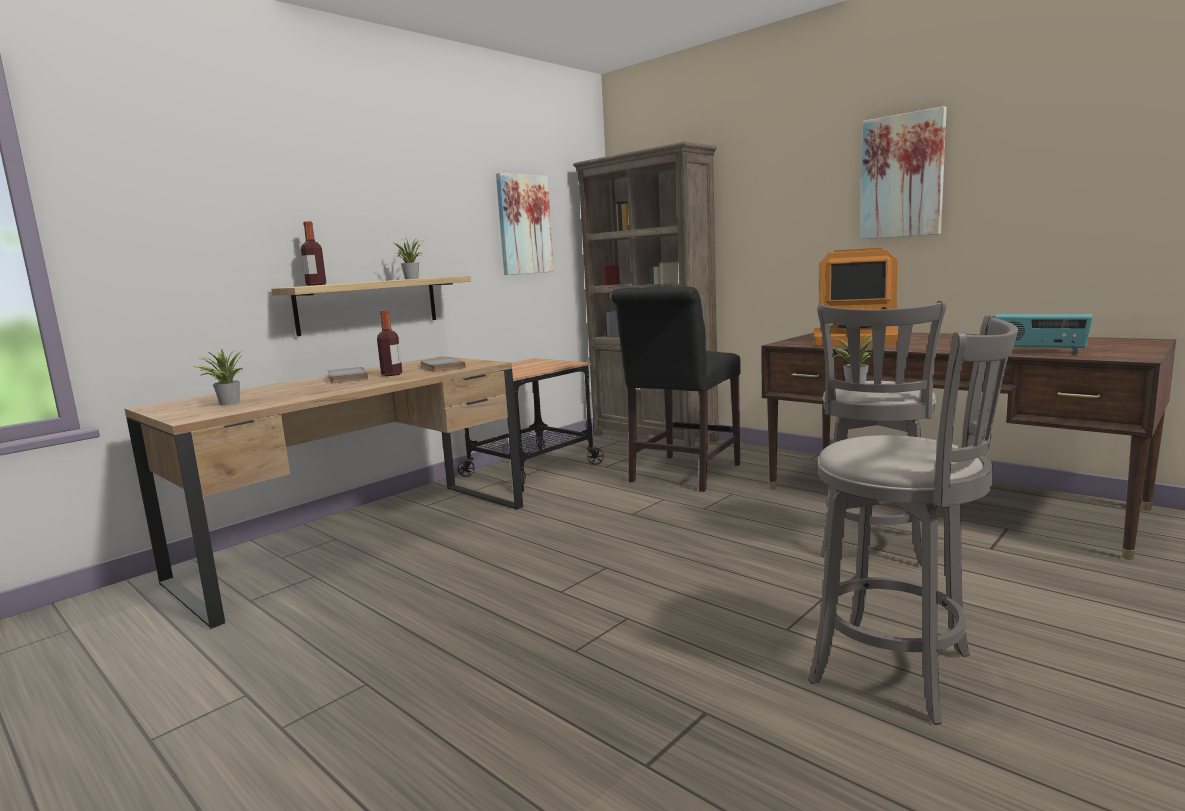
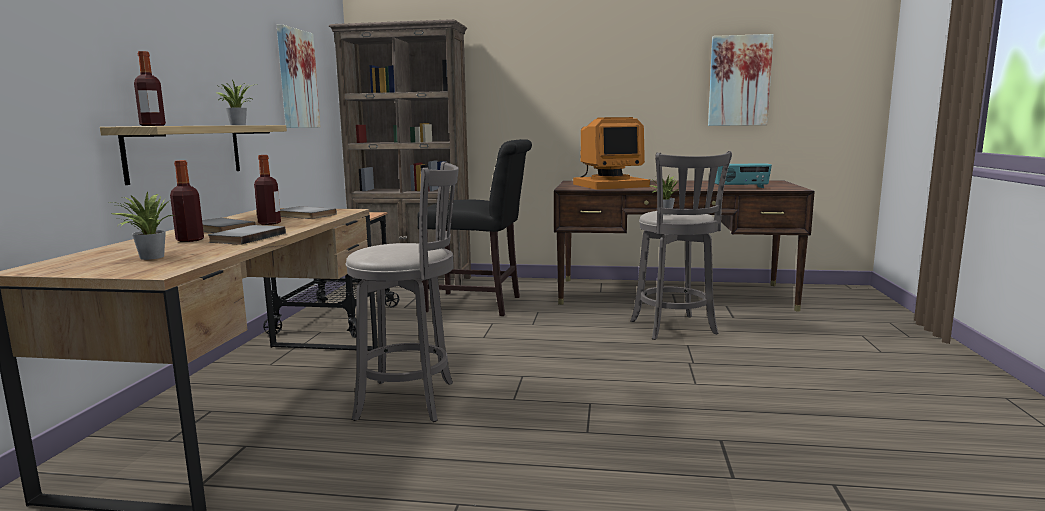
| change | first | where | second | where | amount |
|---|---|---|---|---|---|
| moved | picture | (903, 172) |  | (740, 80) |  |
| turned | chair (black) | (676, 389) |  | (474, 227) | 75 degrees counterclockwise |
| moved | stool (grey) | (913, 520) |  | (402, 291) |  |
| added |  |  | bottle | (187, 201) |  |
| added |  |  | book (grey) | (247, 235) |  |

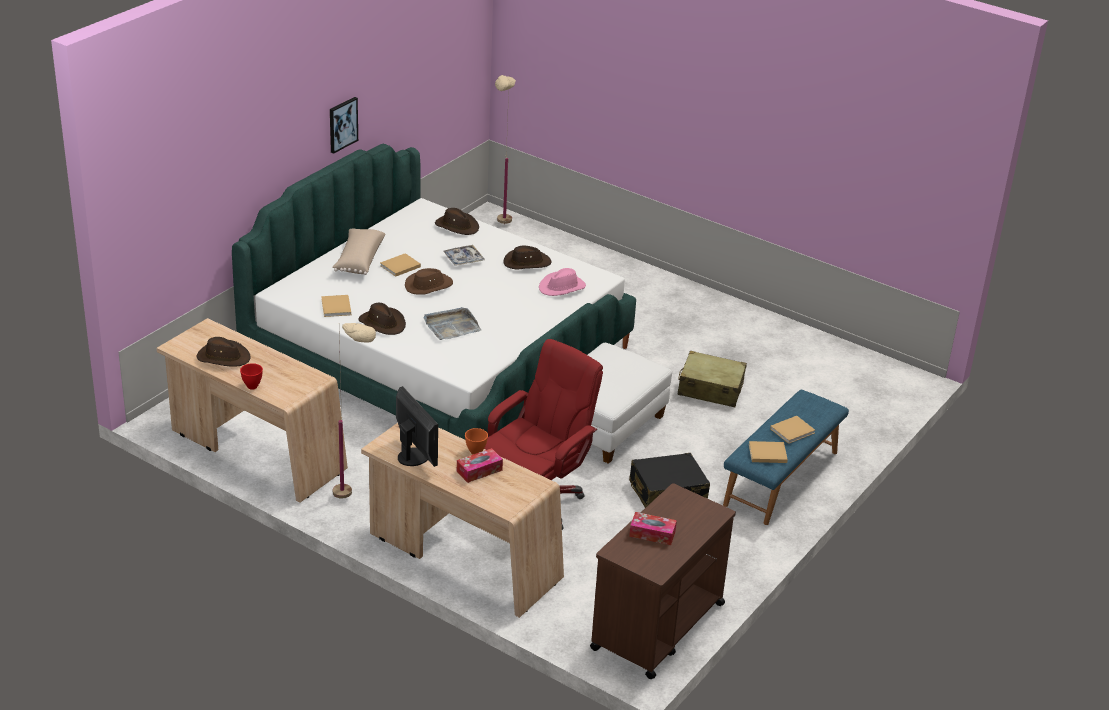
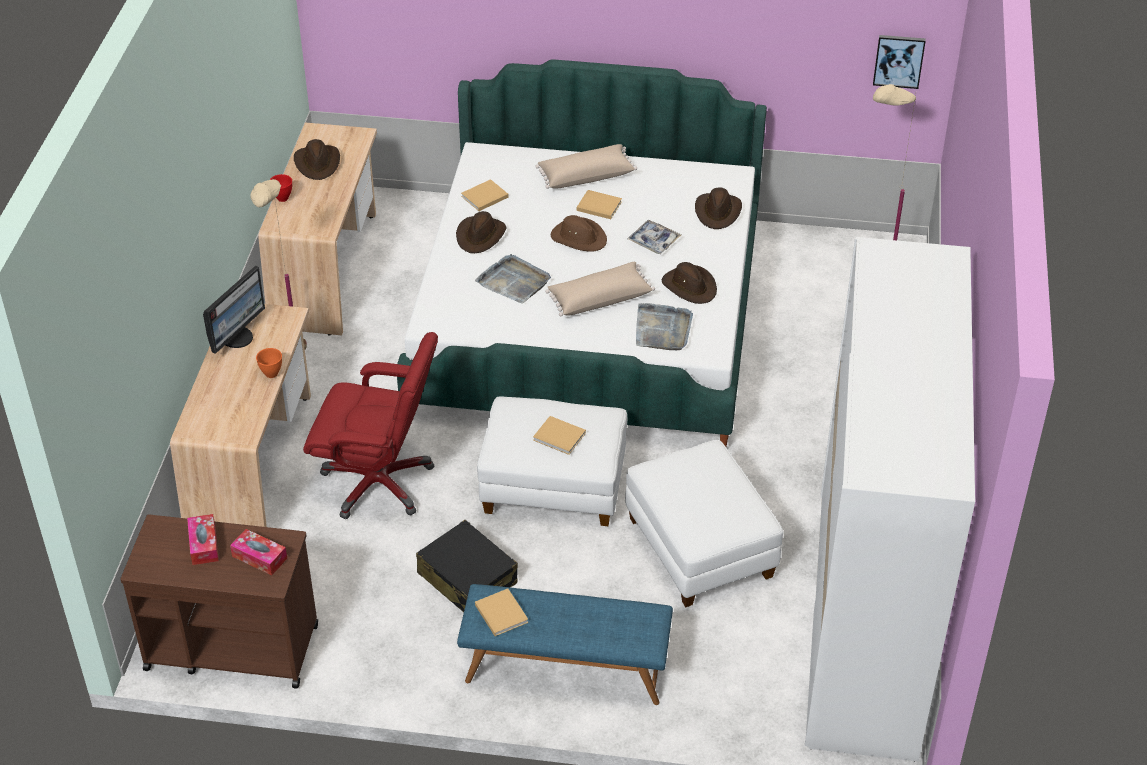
| change | first | where | second | where | amount |
|---|---|---|---|---|---|
| moved | picture | (344, 125) |  | (899, 62) |  |
| replaced | hat (pink) | (562, 282) | tray (grey) | (664, 326) |  |
| replaced | suitcase (beige) | (712, 378) | ottoman (white) | (704, 523) |  |
| moved | book (beige) | (792, 430) |  | (559, 435) |  |
| moved | tissue box | (480, 465) |  | (258, 552) |  |
| added |  |  | wardrobe (white) | (890, 499) |  |
| added |  |  | pillow (beige) | (600, 289) |  |

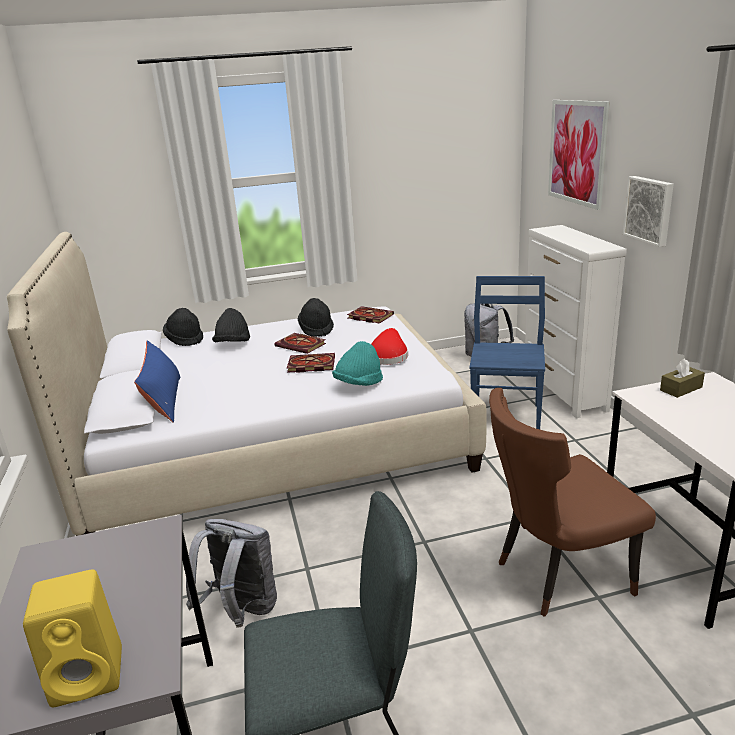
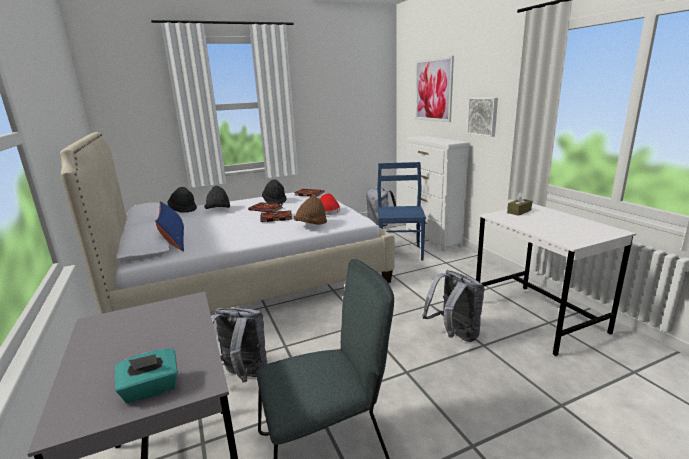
| change | first | where | second | where | amount |
|---|---|---|---|---|---|
| recoloured | hat (turquoise) | (357, 363) | hat (brown) | (310, 210) |  |
| replaced | chair (brown) | (572, 502) | backpack (grey) | (453, 306) |  |
| replaced | speaker (yellow) | (72, 638) | tissue box (turquoise) | (146, 376) |  |

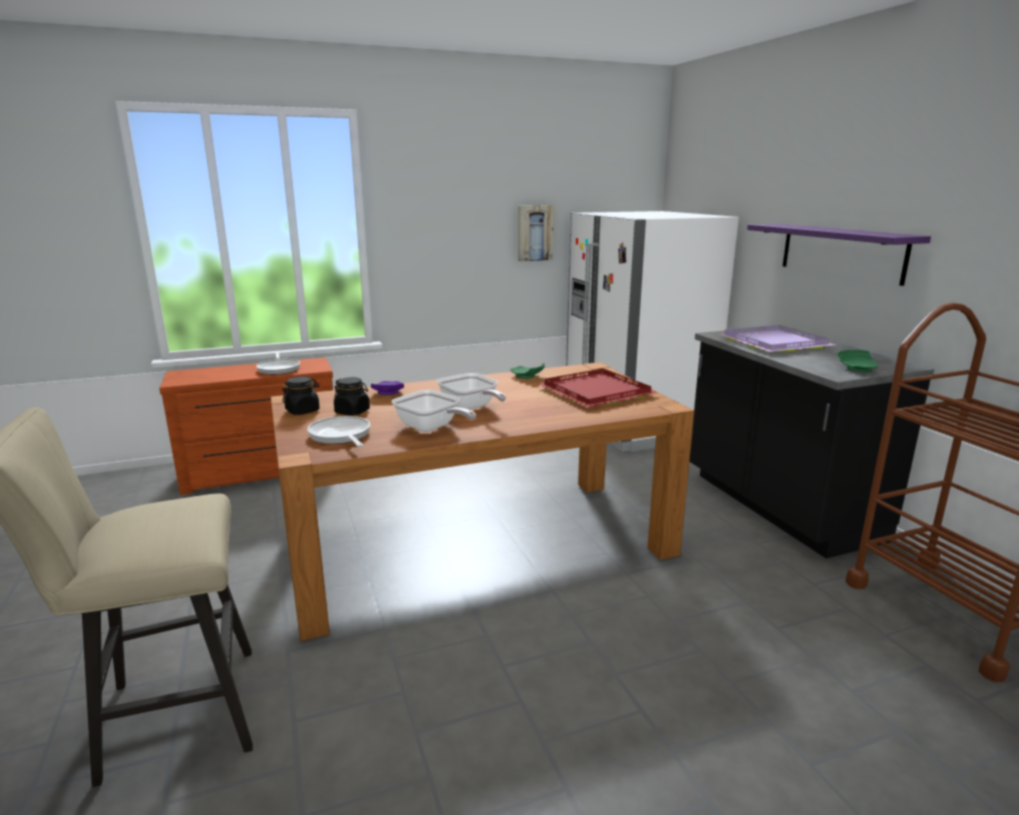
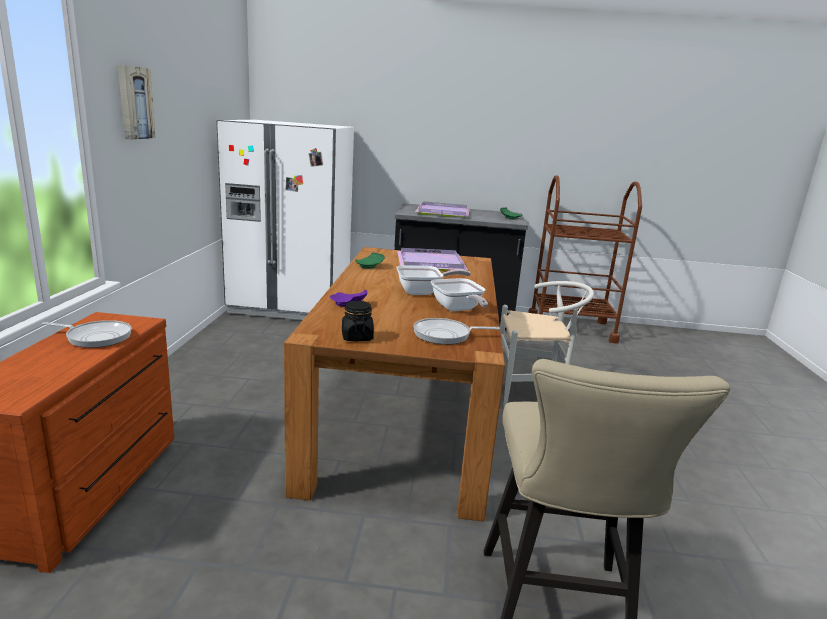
| change | first | where | second | where | amount |
|---|---|---|---|---|---|
| moved | picture | (536, 233) |  | (137, 102) |  |
| removed | shelf (purple) | (839, 255) |  |  |  |
| recoloured | tray (red) | (598, 388) | tray (purple) | (432, 259) |  |
| removed | jar (black) | (352, 396) |  |  |  |
| turned | frying pan | (434, 411) |  | (459, 294) | 90 degrees clockwise |
| added |  |  | chair (white) | (547, 344) |  |

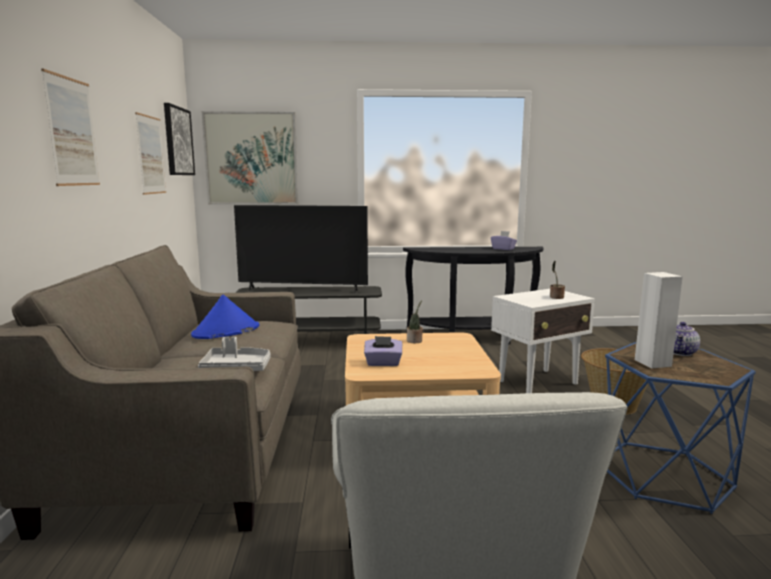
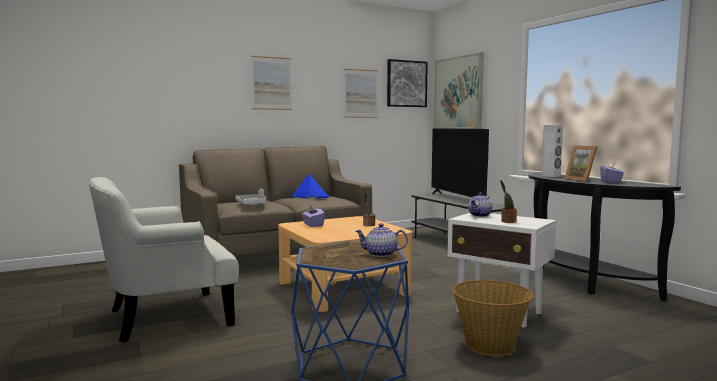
| change | first | where | second | where | amount |
|---|---|---|---|---|---|
| moved | speaker (white) | (659, 320) |  | (552, 151) |  |
| added |  |  | picture frame | (580, 163) |  |
| added |  |  | teapot | (480, 205) |  |

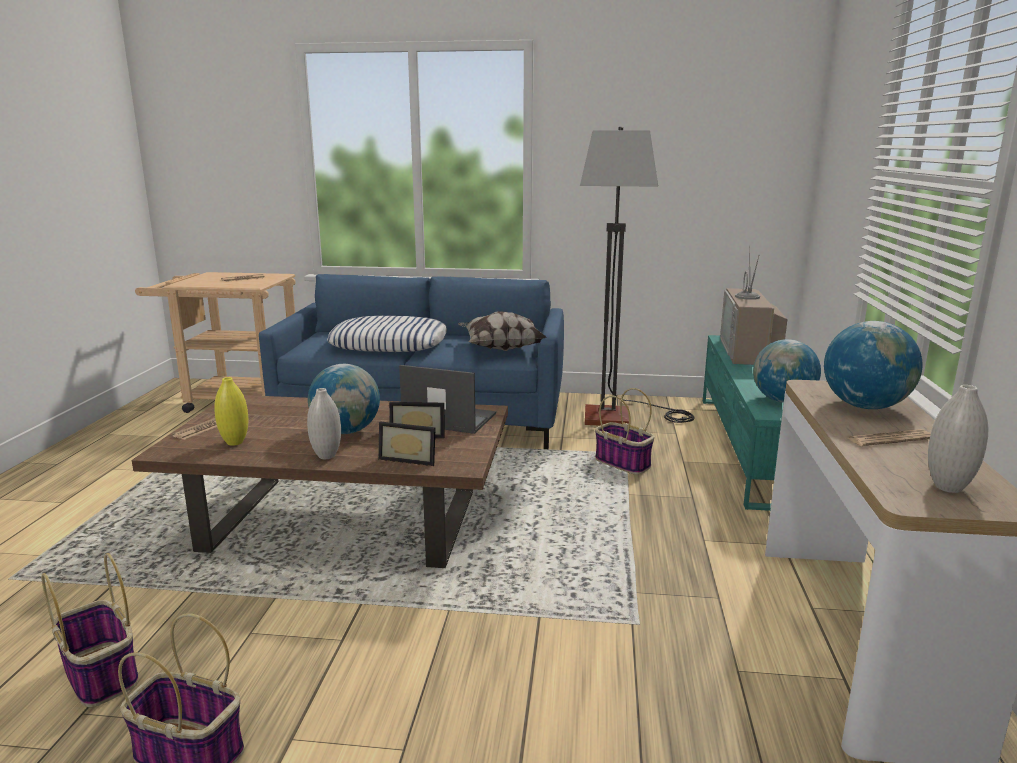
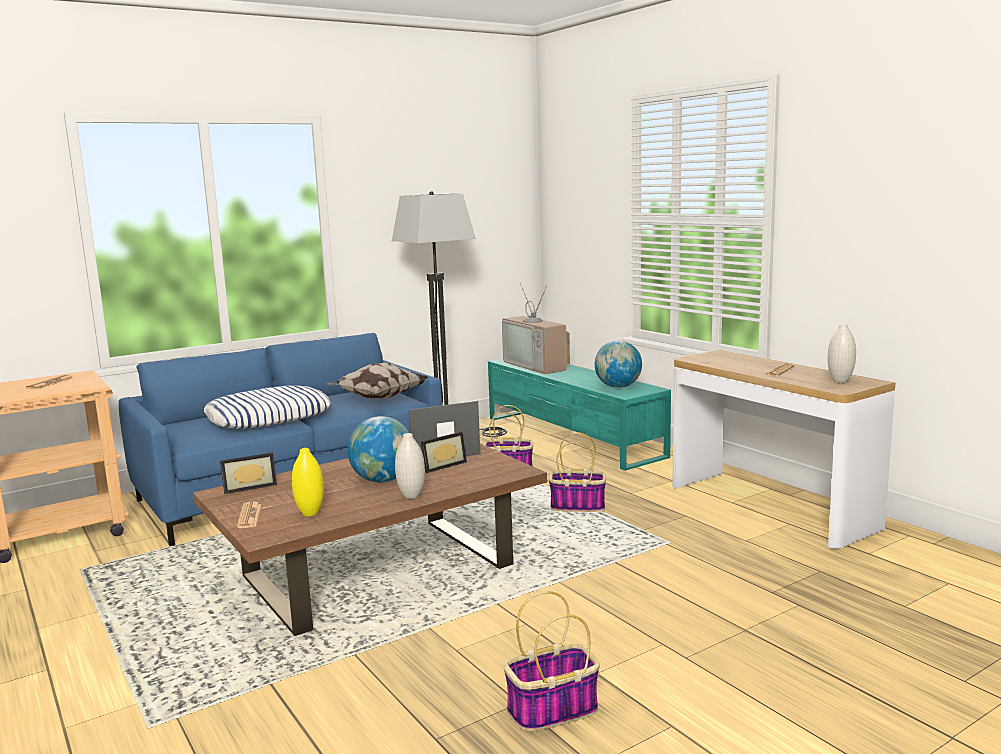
| change | first | where | second | where | amount |
|---|---|---|---|---|---|
| removed | globe | (873, 365) |  |  |  |
| moved | picture frame | (407, 444) |  | (248, 473) |  |
| moved | basket | (90, 630) |  | (577, 472) |  |

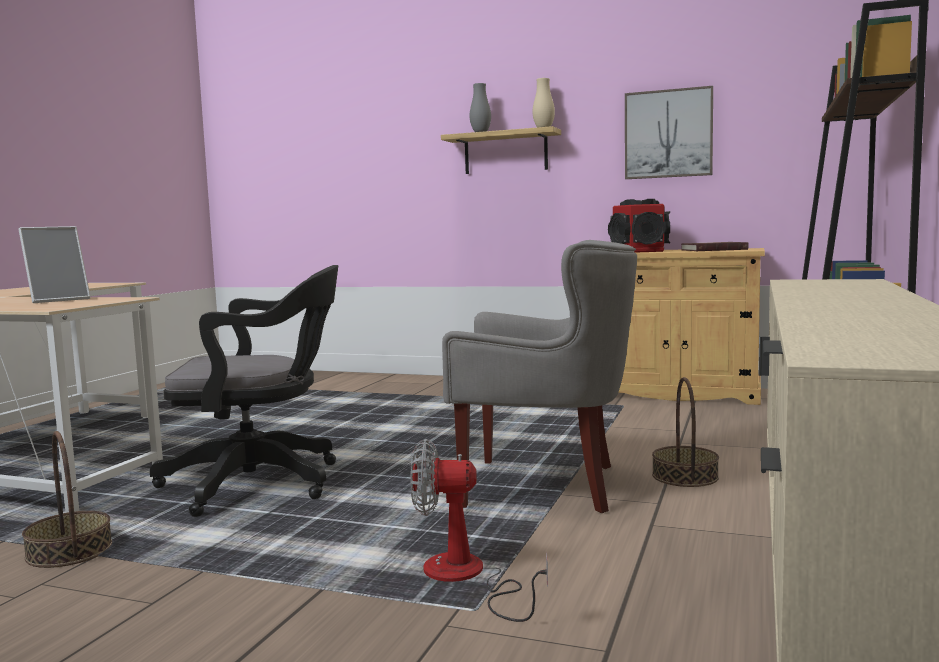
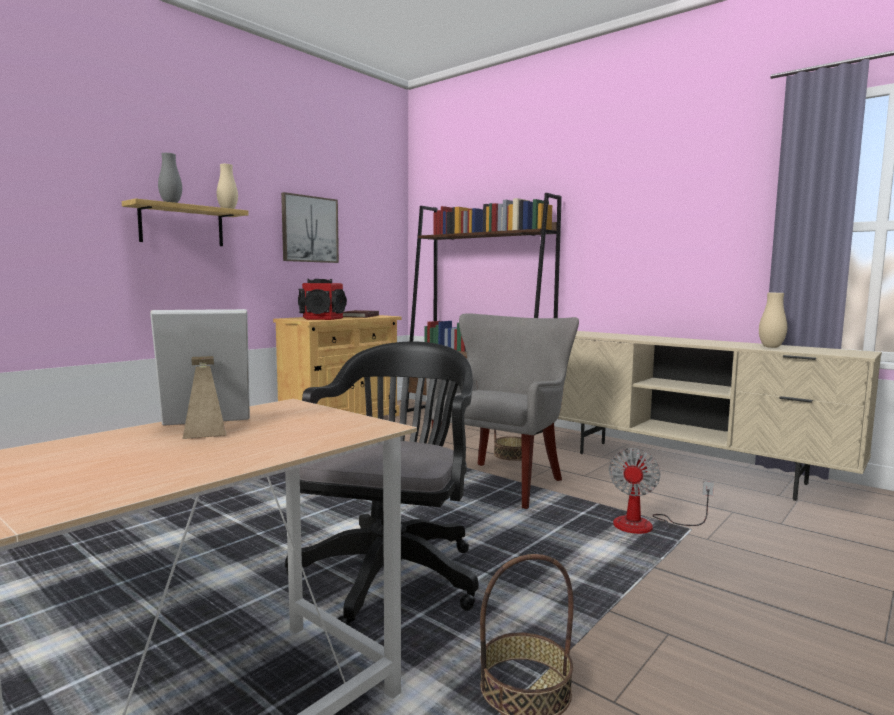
| change | first | where | second | where | amount |
|---|---|---|---|---|---|
| turned | picture frame | (54, 264) |  | (200, 374) | 90 degrees counterclockwise |
| added |  |  | vase (beige) | (773, 320) |  |

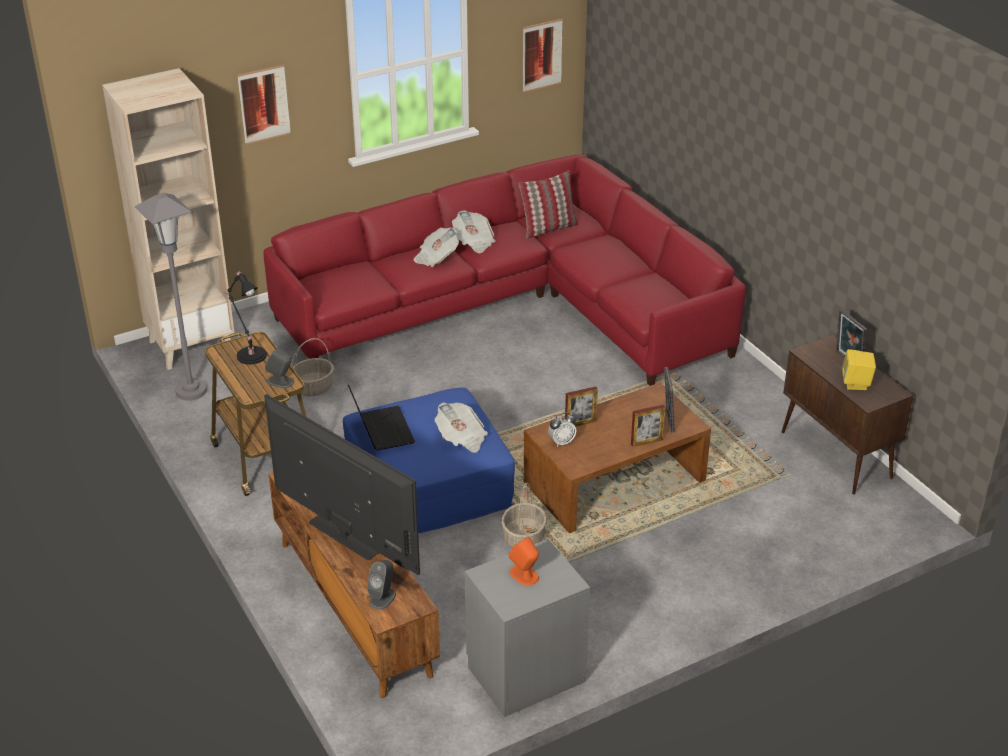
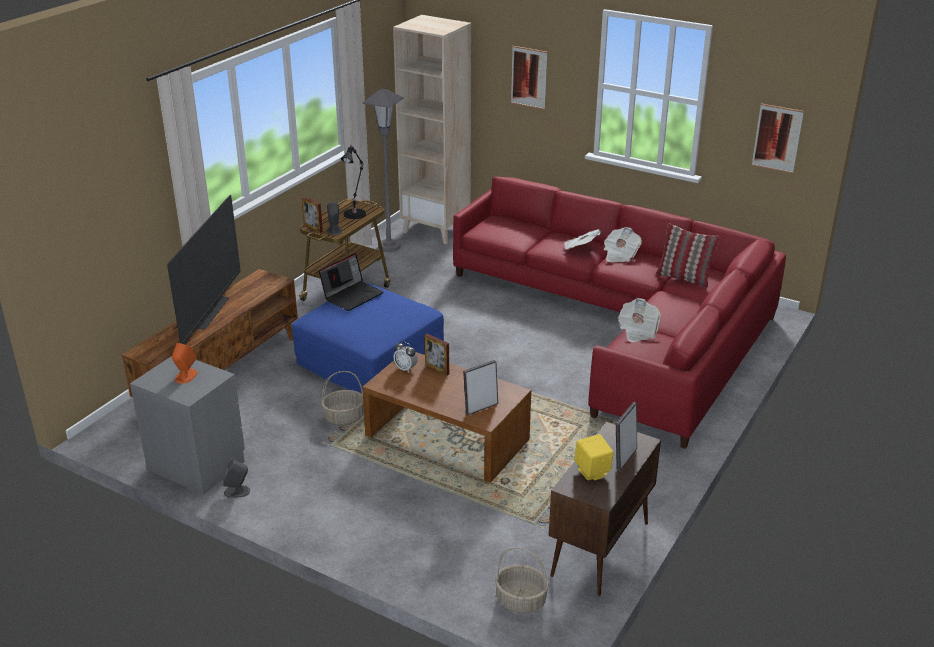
| change | first | where | second | where | amount |
|---|---|---|---|---|---|
| moved | basket | (313, 367) |  | (522, 580) |  |
| moved | newspaper | (461, 428) |  | (639, 320) |  |
| moved | picture frame | (648, 426) |  | (312, 215) |  |
| moved | speaker (grey) | (381, 585) |  | (236, 478) |  |

